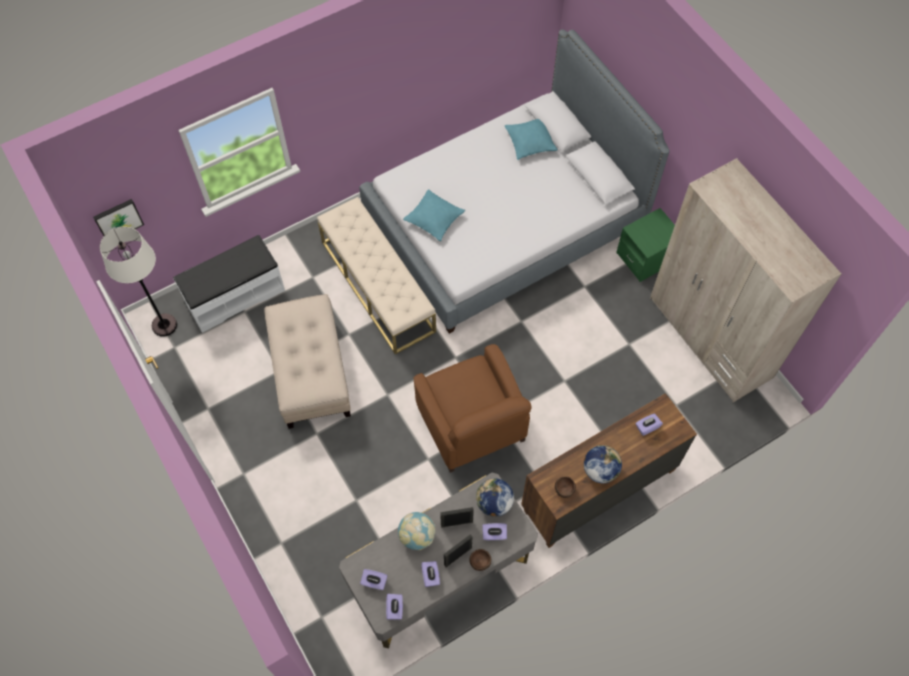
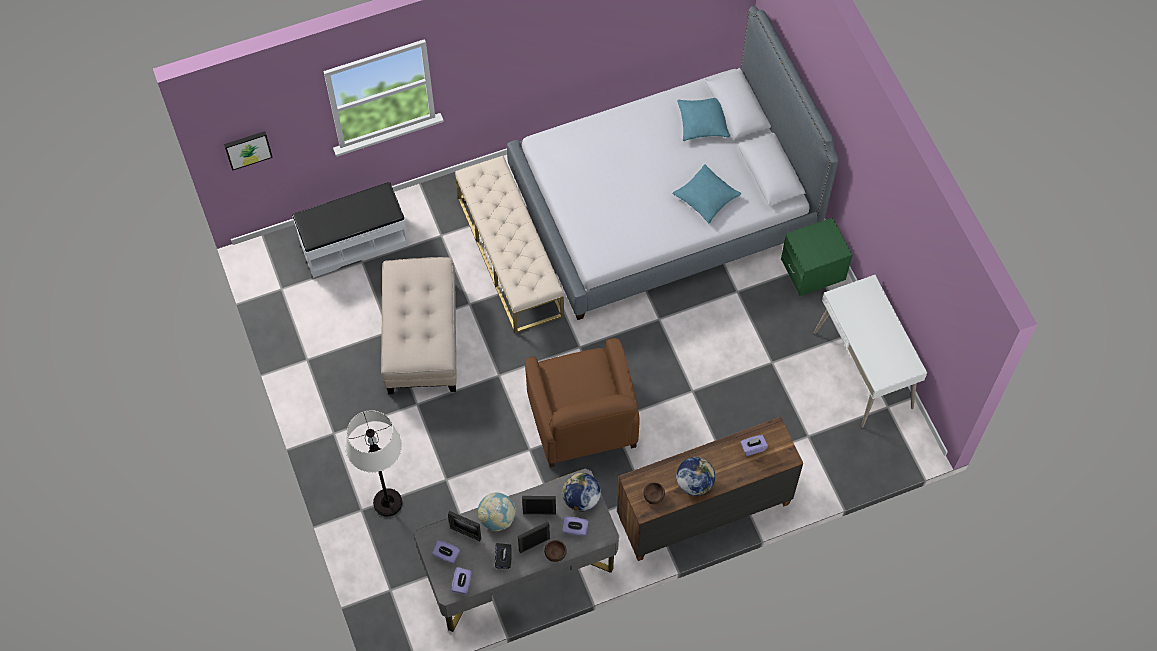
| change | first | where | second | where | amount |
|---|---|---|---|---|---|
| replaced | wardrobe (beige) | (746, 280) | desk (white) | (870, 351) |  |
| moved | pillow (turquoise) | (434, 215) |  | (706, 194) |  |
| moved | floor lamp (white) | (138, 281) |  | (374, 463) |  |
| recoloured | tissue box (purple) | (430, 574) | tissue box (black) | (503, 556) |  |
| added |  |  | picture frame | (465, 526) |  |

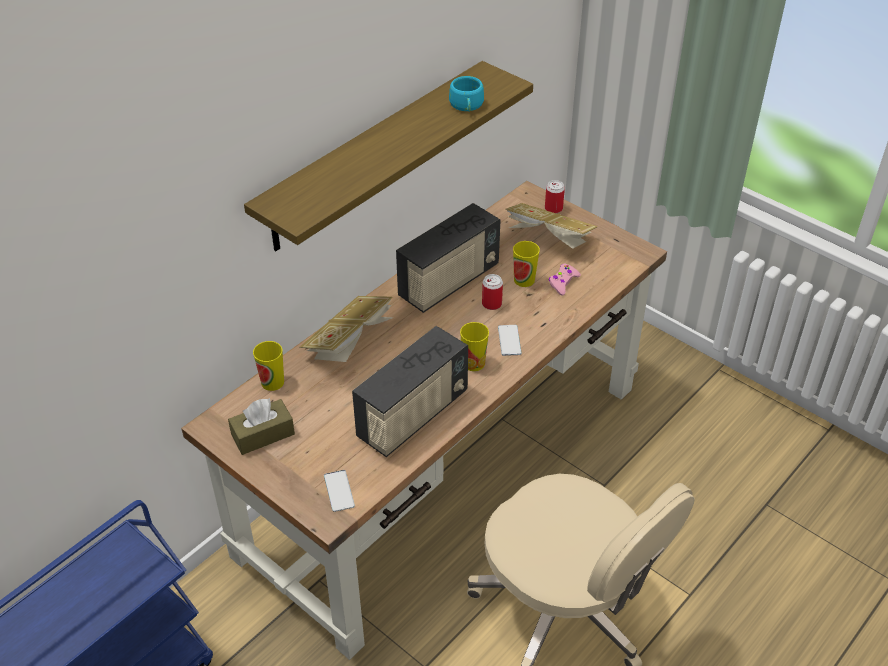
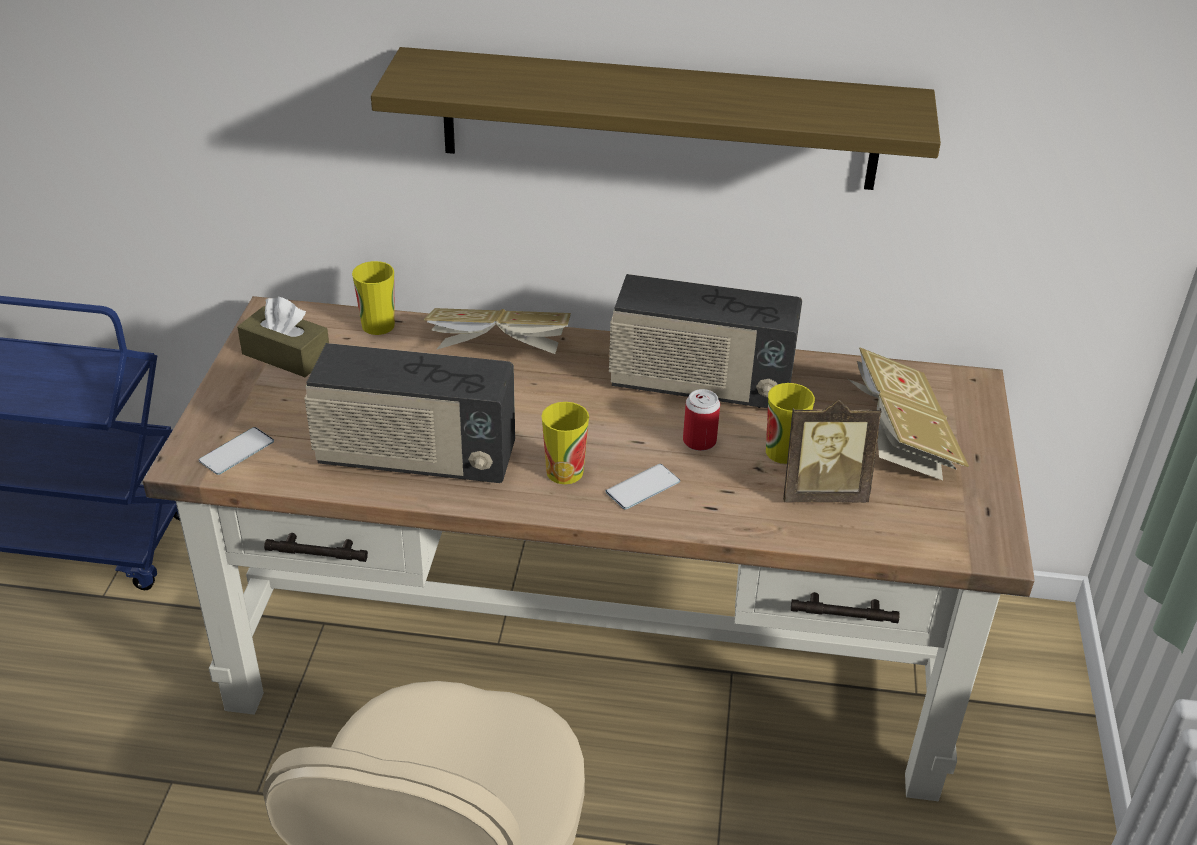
| change | first | where | second | where | amount |
|---|---|---|---|---|---|
| removed | cup (turquoise) | (466, 94) |  |  |  |
| removed | can | (555, 196) |  |  |  |
| replaced | game controller (pink) | (565, 279) | picture frame | (832, 451) |  |

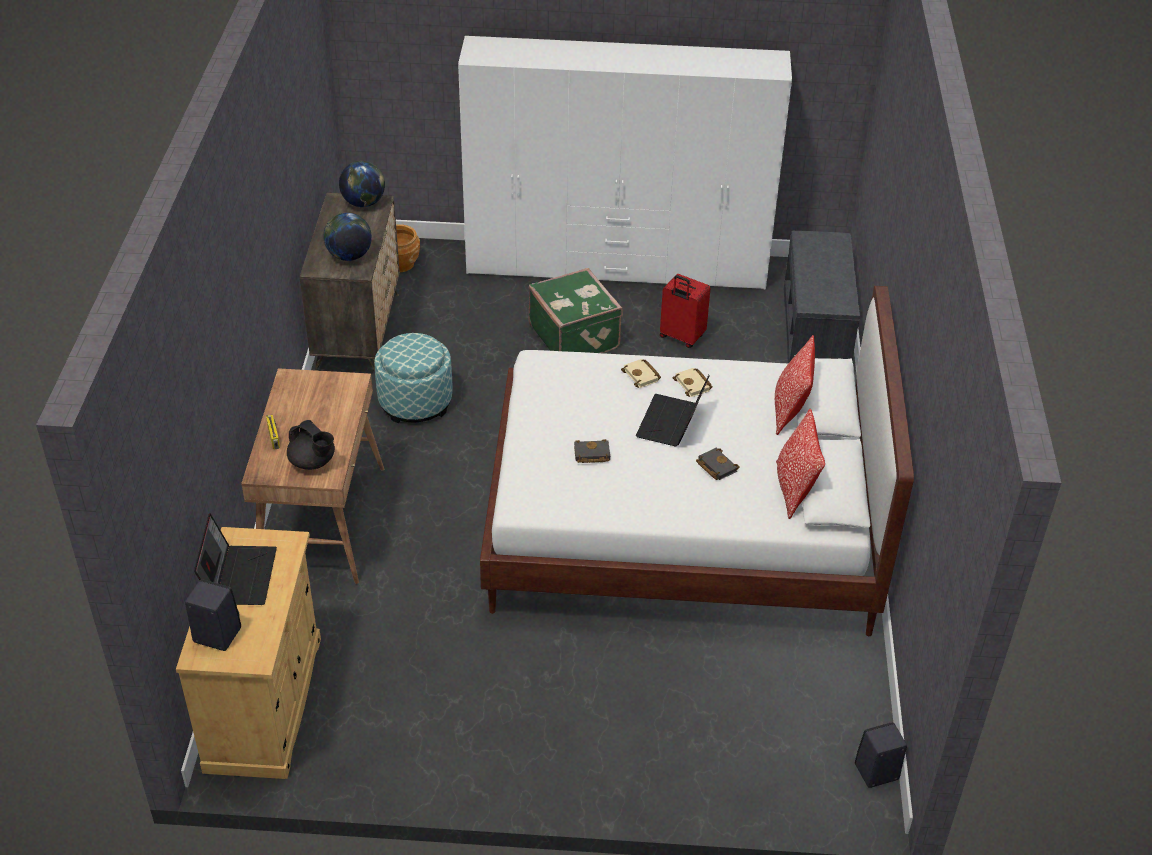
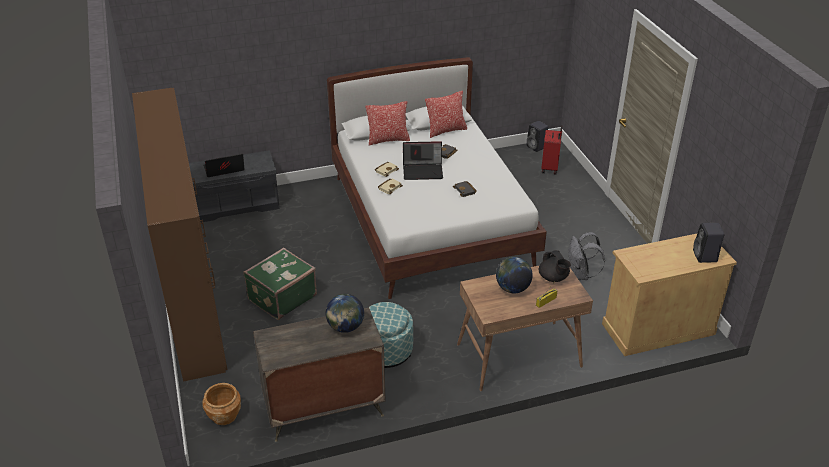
| change | first | where | second | where | amount |
|---|---|---|---|---|---|
| recoloured | wardrobe (white) | (625, 162) | wardrobe (brown) | (179, 235) |  |
| moved | globe | (362, 184) |  | (514, 275) |  |
| moved | suitcase (red) | (685, 311) |  | (551, 150) |  |
| turned | teapot (black) | (311, 445) |  | (555, 266) | 135 degrees clockwise |
| moved | laptop | (235, 559) |  | (223, 165) |  |
| added |  |  | backpack (grey) | (586, 256) |  |

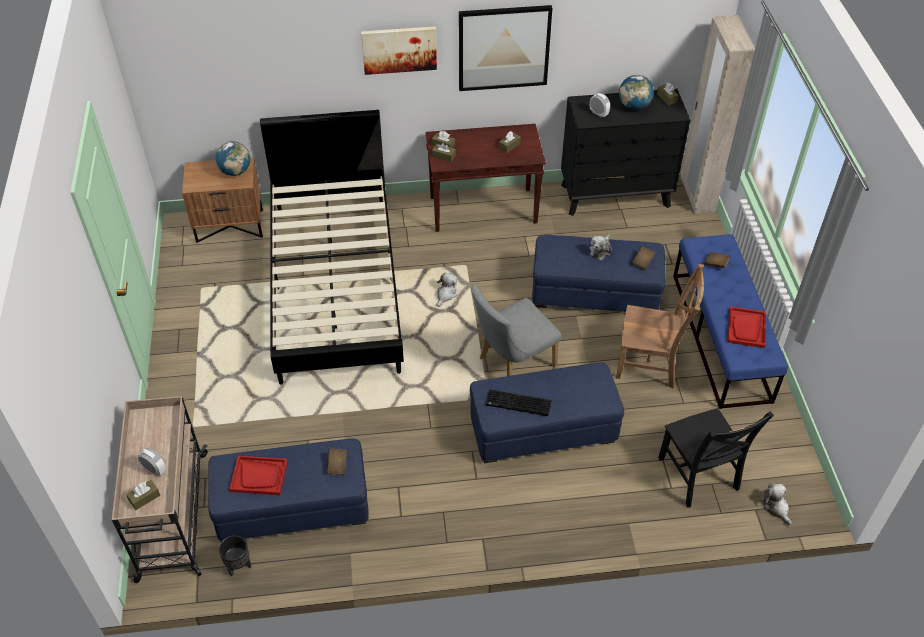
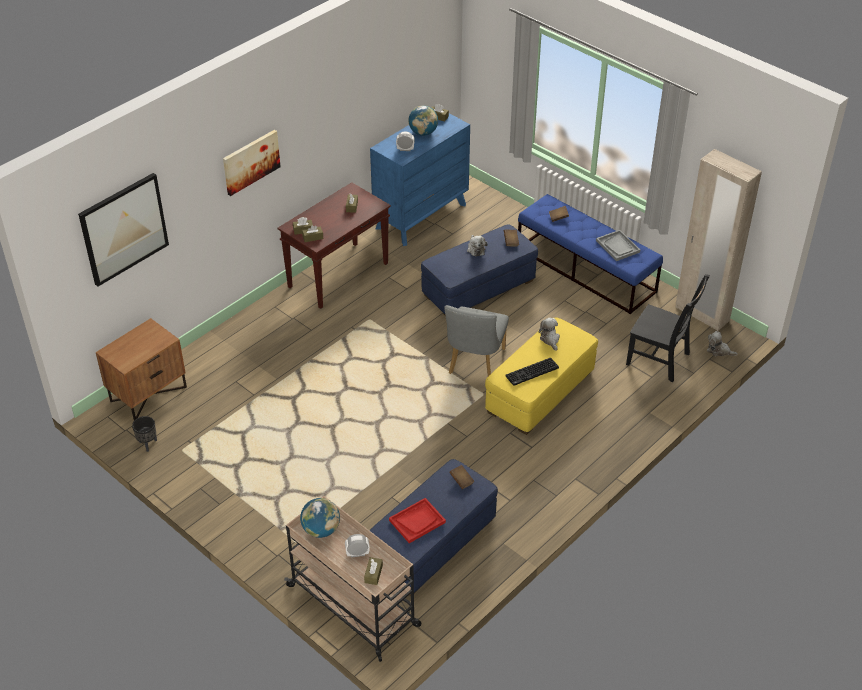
| change | first | where | second | where | amount |
|---|---|---|---|---|---|
| moved | picture | (505, 48) |  | (123, 230) |  |
| moved | wardrobe (beige) | (717, 114) |  | (718, 240) |  |
| recoloured | dresser (black) | (626, 152) | dresser (blue) | (420, 179) |  |
| removed | bed (black) | (332, 247) |  |  |  |
| moved | globe | (232, 158) |  | (320, 518) |  |
| removed | chair (brown) | (660, 326) |  |  |  |
| moved | plush toy | (446, 290) |  | (549, 334) |  |
| recoloured | tray (red) | (747, 327) | tray (grey) | (618, 245) |  |
| recoloured | ottoman (blue) | (547, 412) | ottoman (yellow) | (541, 376) |  |
| moved | planter (black) | (235, 555) |  | (144, 434) |  |

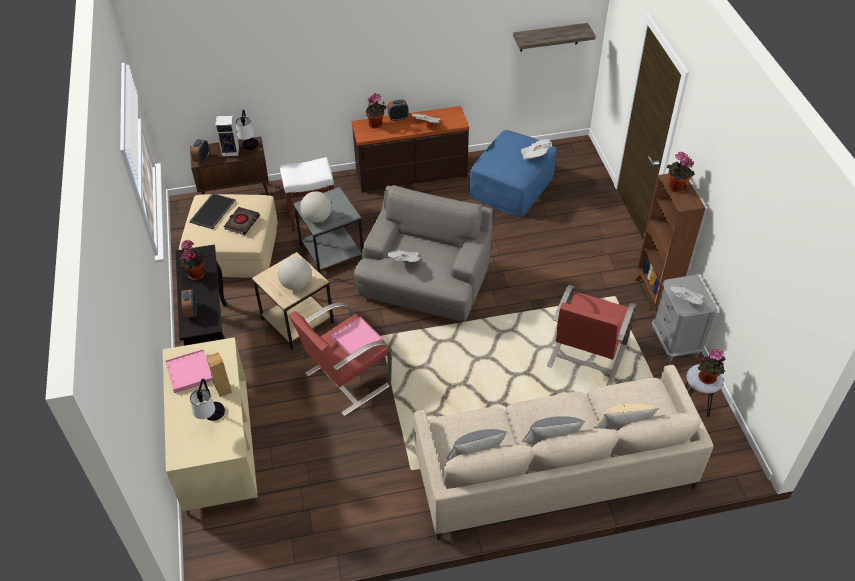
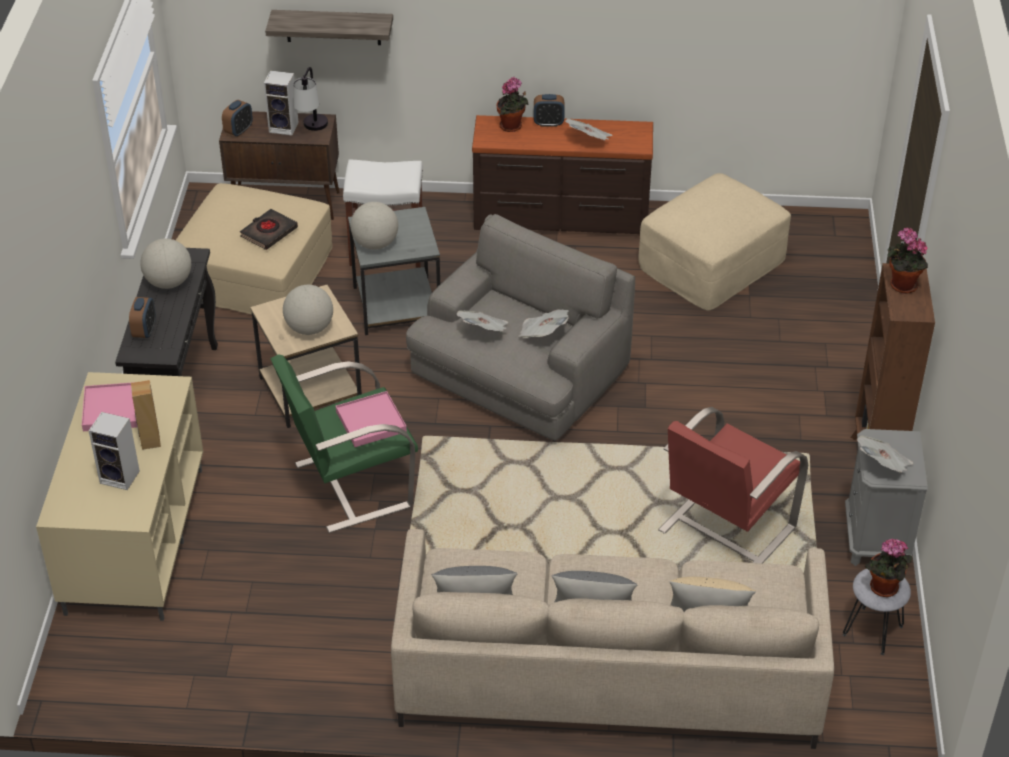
| change | first | where | second | where | amount |
|---|---|---|---|---|---|
| moved | shelf | (554, 37) |  | (329, 27) |  |
| recoloured | ottoman (blue) | (513, 173) | ottoman (beige) | (714, 242) |  |
| moved | newspaper | (536, 149) |  | (544, 323) |  |
| removed | tray | (212, 211) |  |  |  |
| replaced | potted plant | (192, 260) | globe | (165, 263) |  |
| recoloured | armchair (red) | (340, 359) | armchair (green) | (344, 443) |  |
| replaced | table lamp | (207, 399) | speaker | (114, 451) |  |

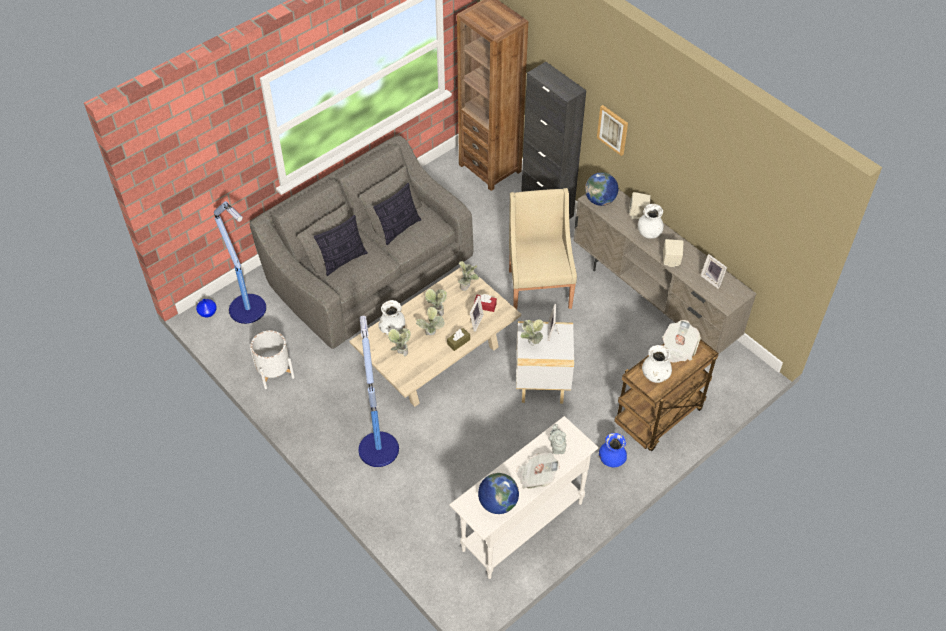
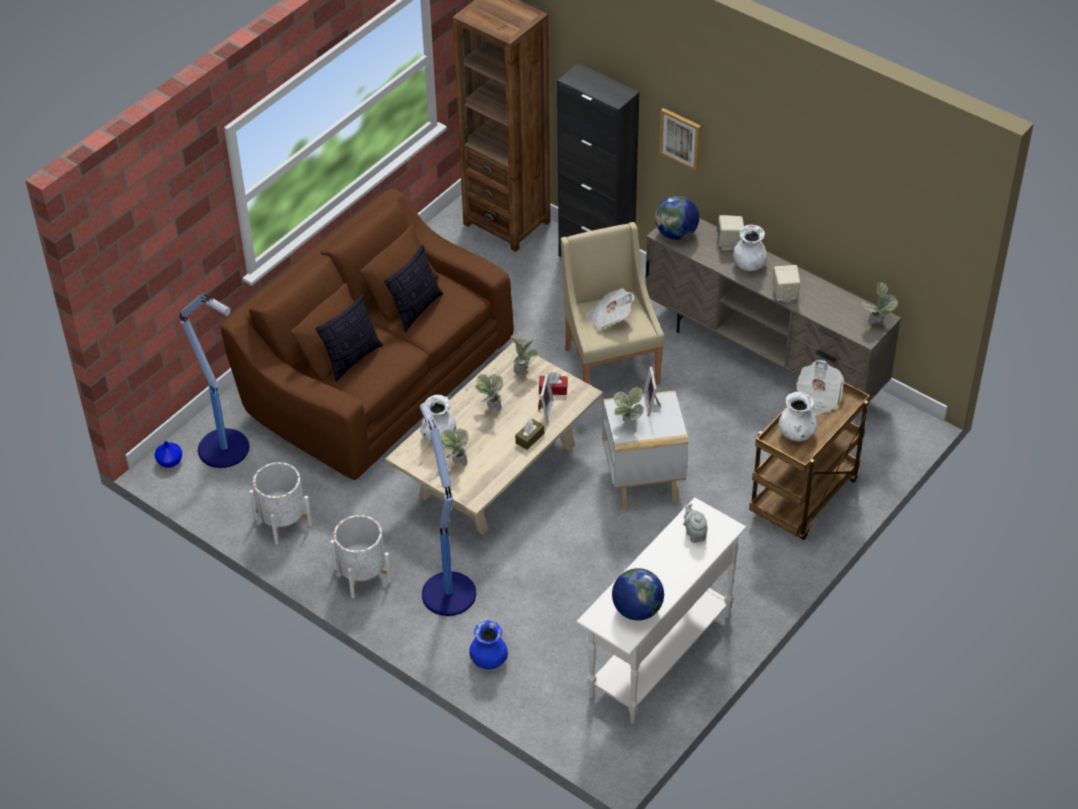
| change | first | where | second | where | amount |
|---|---|---|---|---|---|
| recoloured | sofa (grey) | (361, 242) | sofa (brown) | (367, 334) |  |
| removed | picture frame | (713, 271) |  |  |  |
| moved | potted plant | (430, 321) |  | (880, 303) |  |
| moved | vase (blue) | (613, 450) |  | (488, 645) |  |
| moved | newspaper | (538, 471) |  | (609, 309) |  |
| added |  |  | planter (white) | (360, 556) |  |

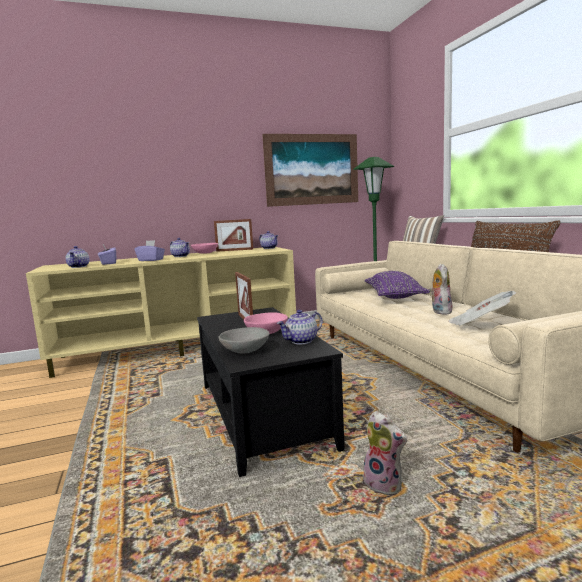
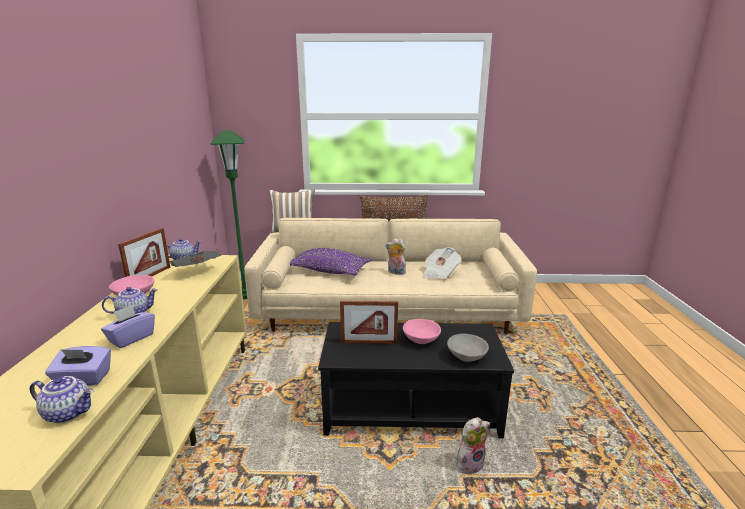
| change | first | where | second | where | amount |
|---|---|---|---|---|---|
| removed | picture | (310, 170) |  |  |  |
| removed | teapot | (300, 327) |  |  |  |
| moved | plush toy | (385, 453) |  | (473, 445) |  |
| added |  |  | newspaper | (195, 259) |  |

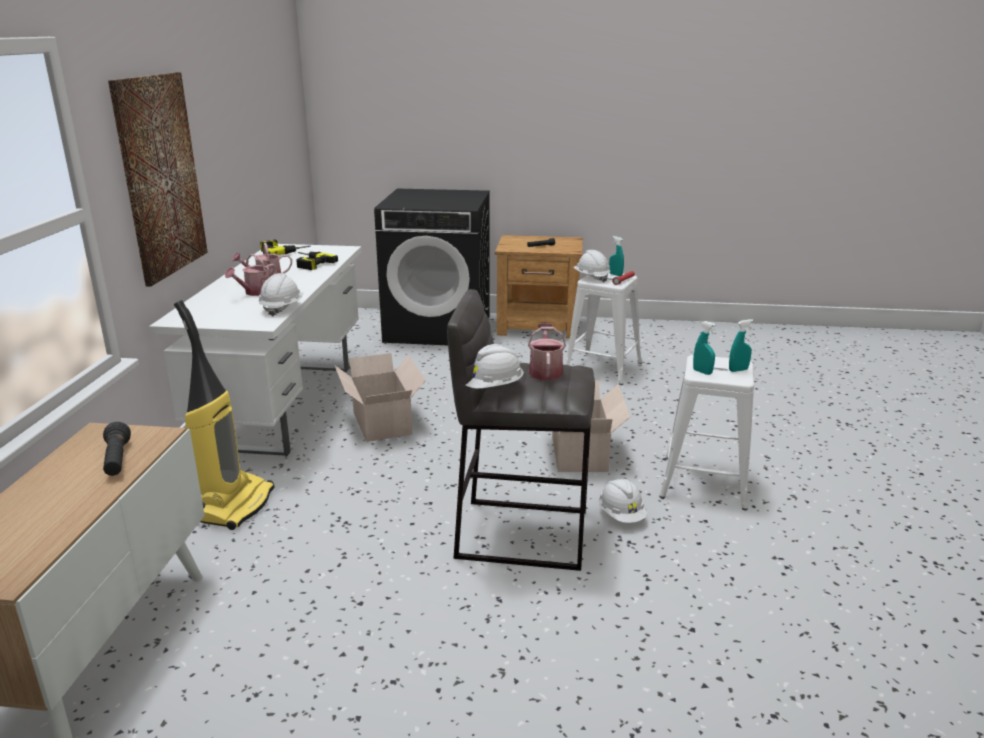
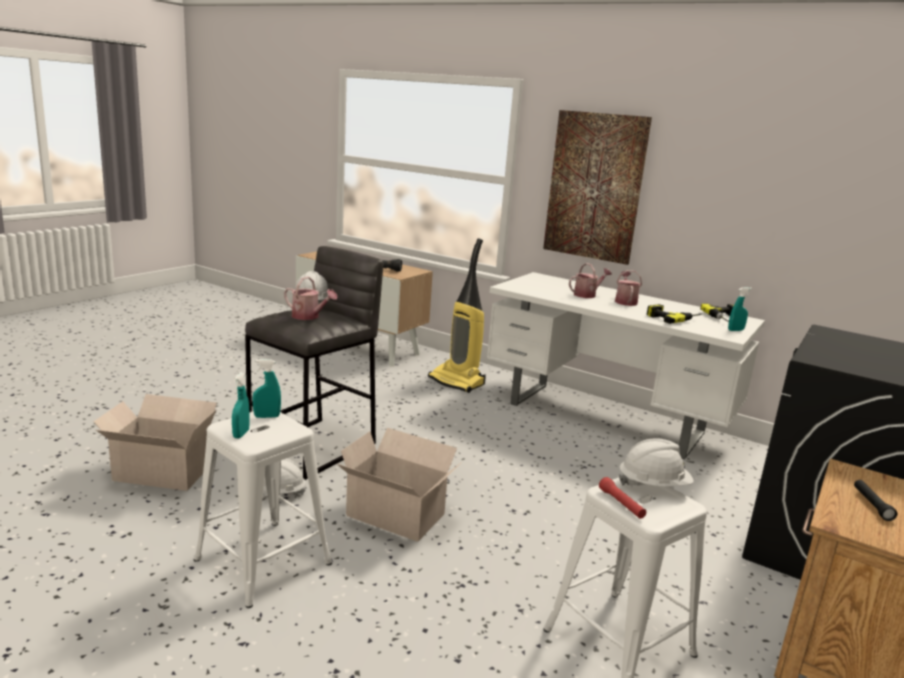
| change | first | where | second | where | amount |
|---|---|---|---|---|---|
| moved | spray bottle (turquoise) | (616, 256) |  | (740, 309) |  |
| turned | watering can | (251, 275) |  | (590, 280) | 90 degrees clockwise |
| removed | hard hat (white) | (281, 294) |  |  |  |
| moved | cardboard box | (380, 397) |  | (155, 442) |  |

